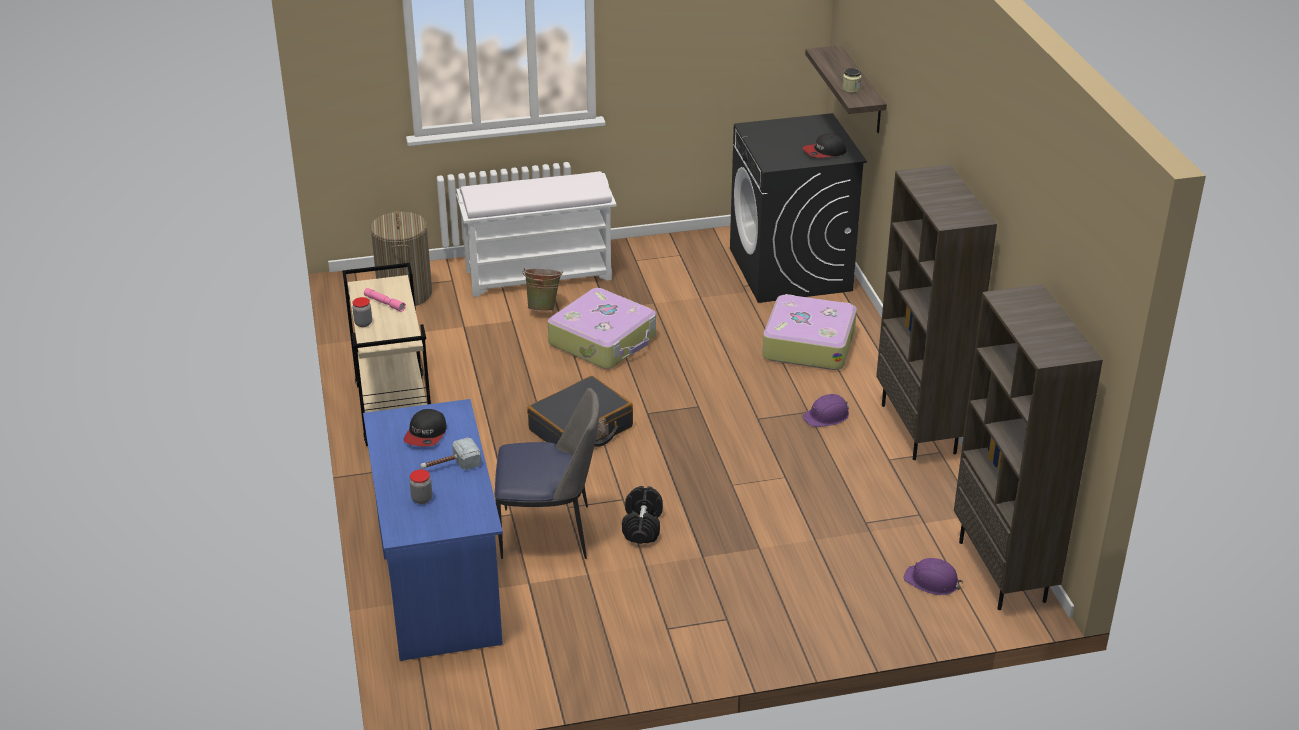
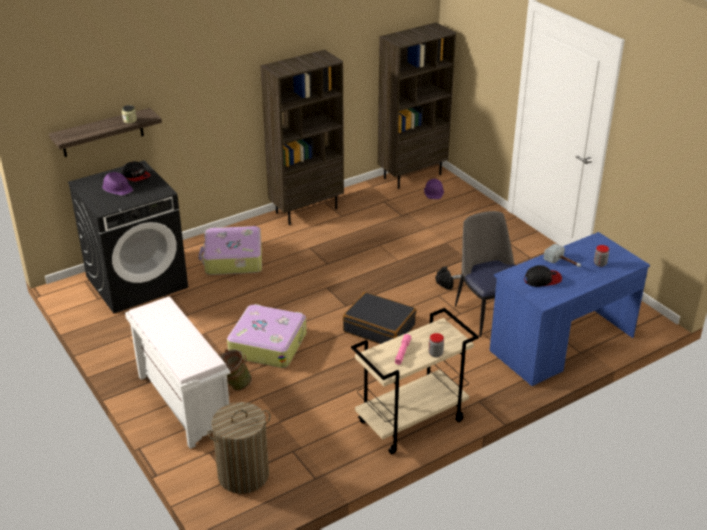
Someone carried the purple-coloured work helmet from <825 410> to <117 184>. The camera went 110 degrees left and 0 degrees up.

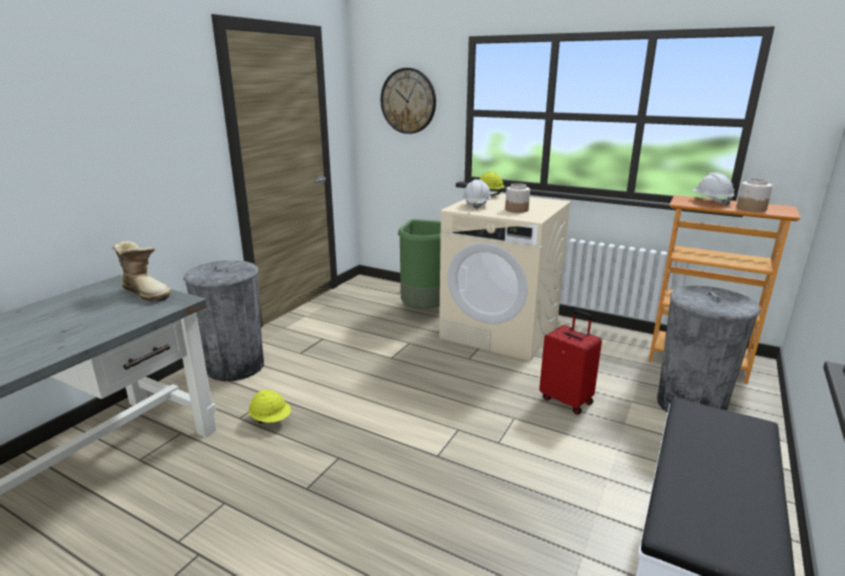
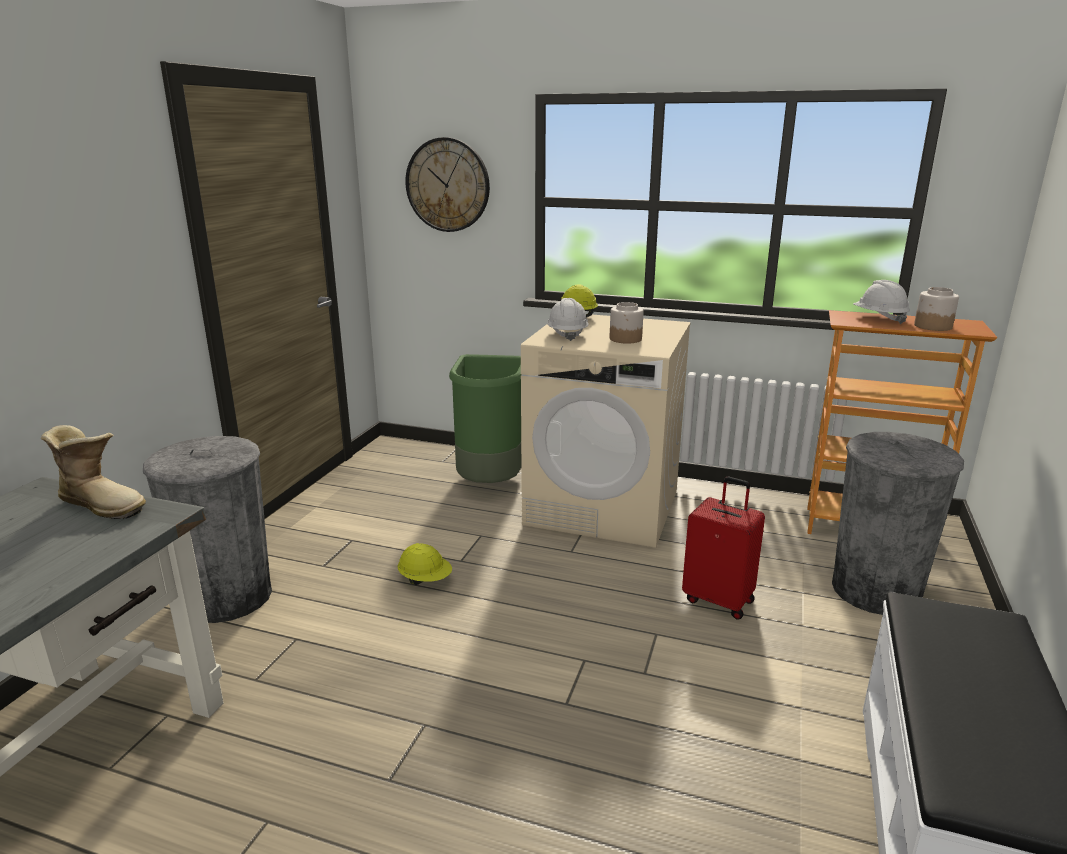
Someone carried the yellowish work helmet from <270 407> to <424 564>. The camera went 10 degrees left and 0 degrees up.

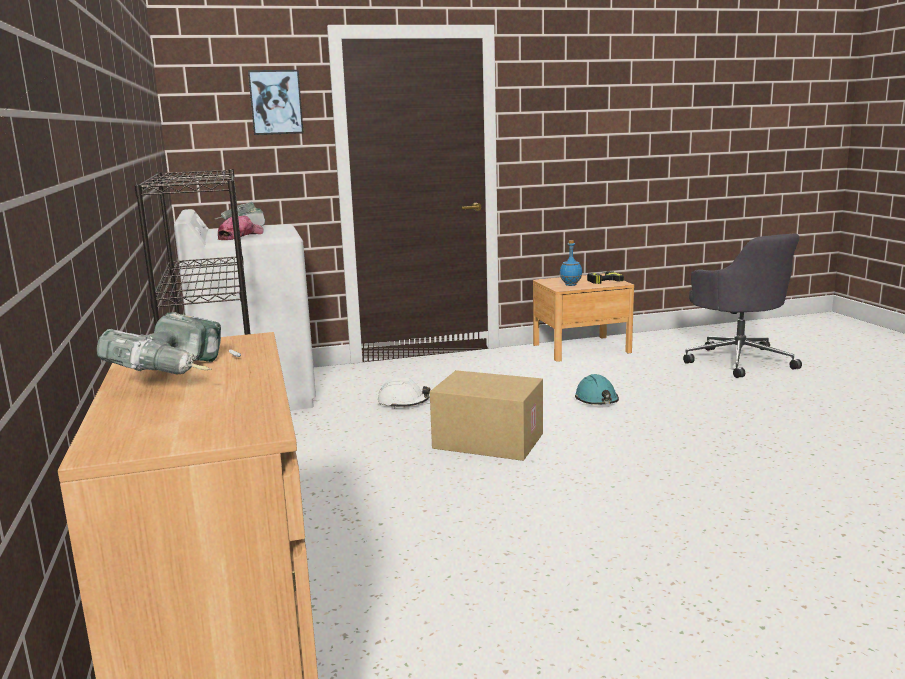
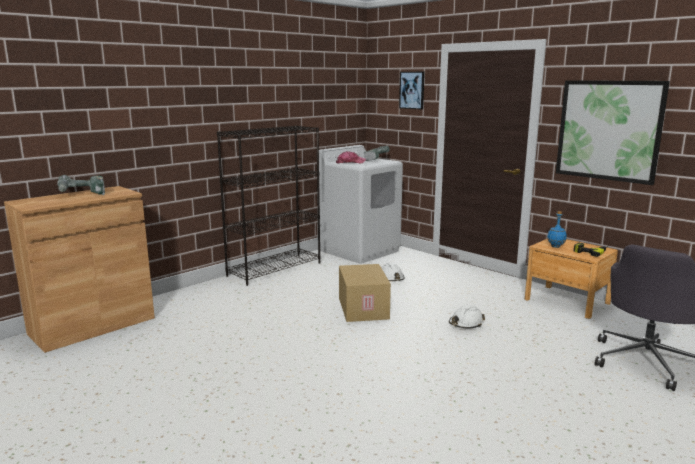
Someone repainted the turquoise work helmet at <597 389>, which became the whitish work helmet at <467 317>. Someone put up the wall art at <613 132>. The camera went 60 degrees right and 0 degrees up.

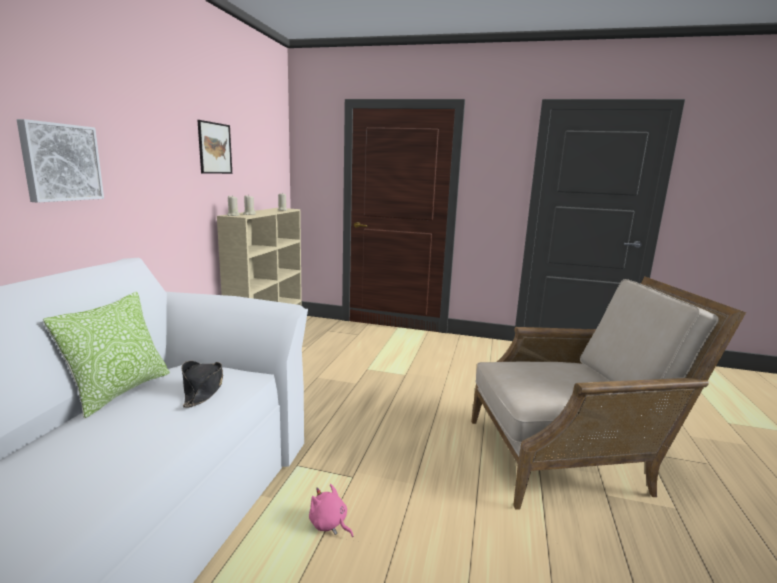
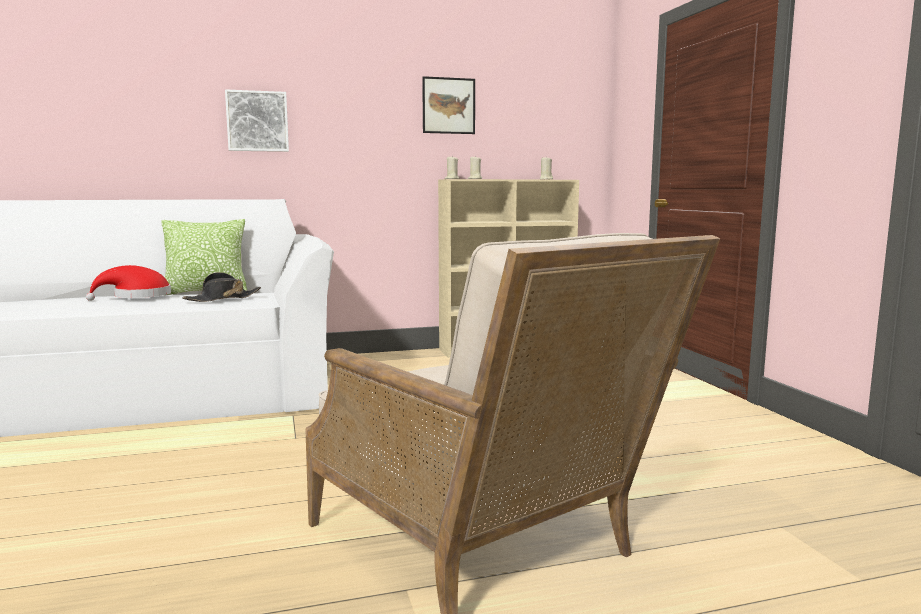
Someone took away the pink soft toy at <331 510>. Someone put down the reddish wearable hat at <128 283>. The camera went 60 degrees right and 5 degrees down.

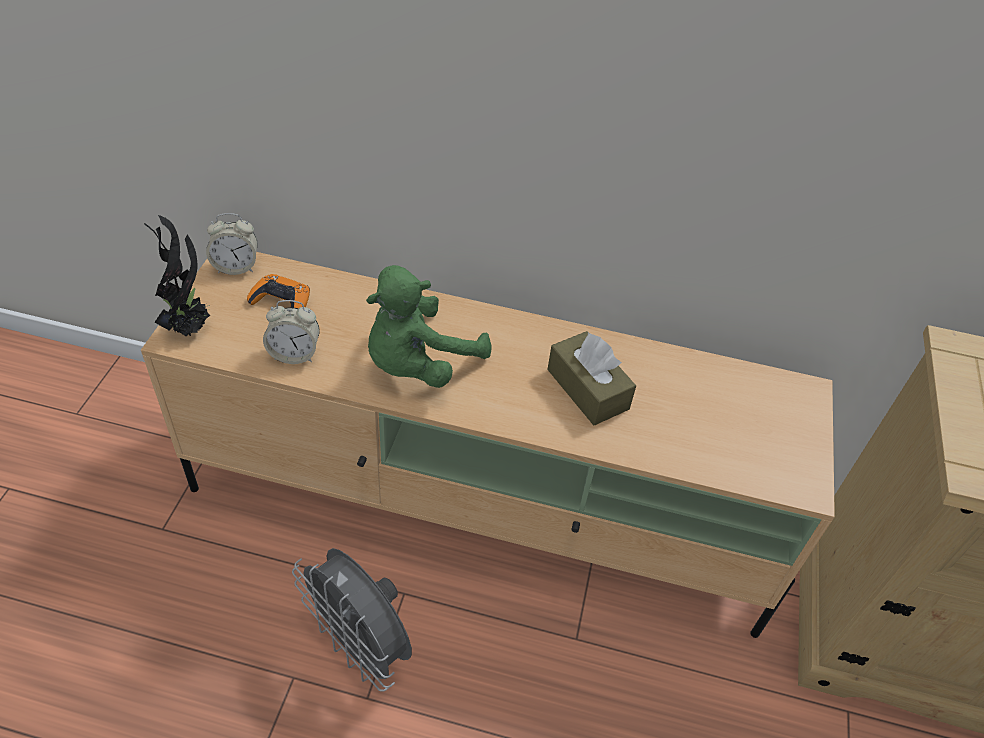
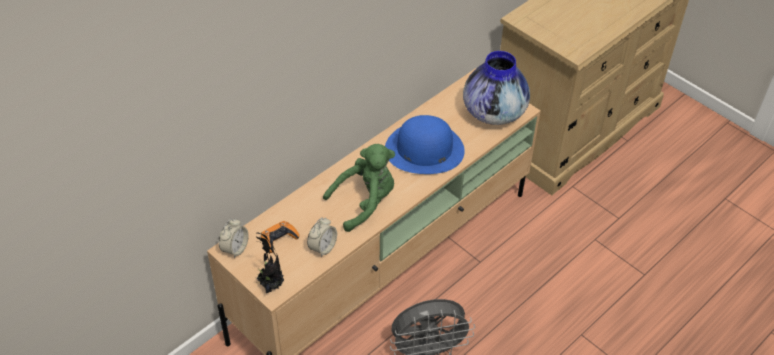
Someone rotated the green-coloured soft toy at <429 326> by 105 degrees counterclockwise. Someone swapped the brown box of tissues at <591 378> for the blue-coloured wearable hat at <425 144>. Someone put down the vase at <496 88>. The camera went 55 degrees left and 0 degrees up.

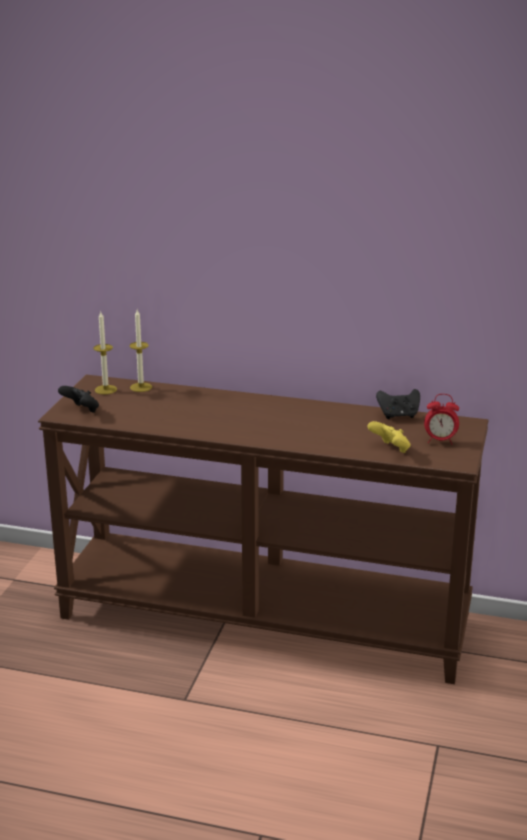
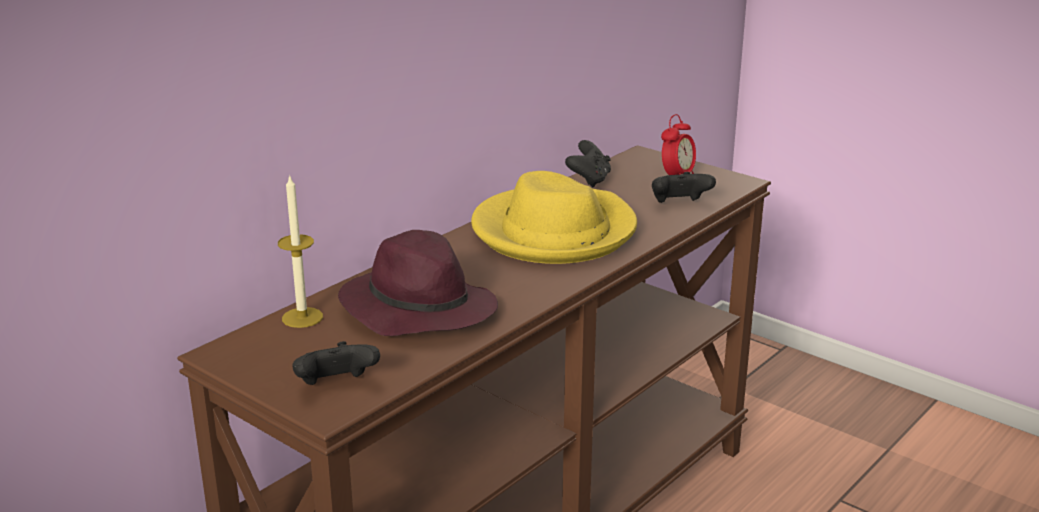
Someone took away the wax candle at <105 353>. Someone repainted the yellowish gamepad at <389 437>, which became the black-coloured gamepad at <684 187>. Someone put down the purple-coloured wearable hat at <418 283>. Someone put down the yellowish wearable hat at <554 217>. The camera went 65 degrees left and 0 degrees up.

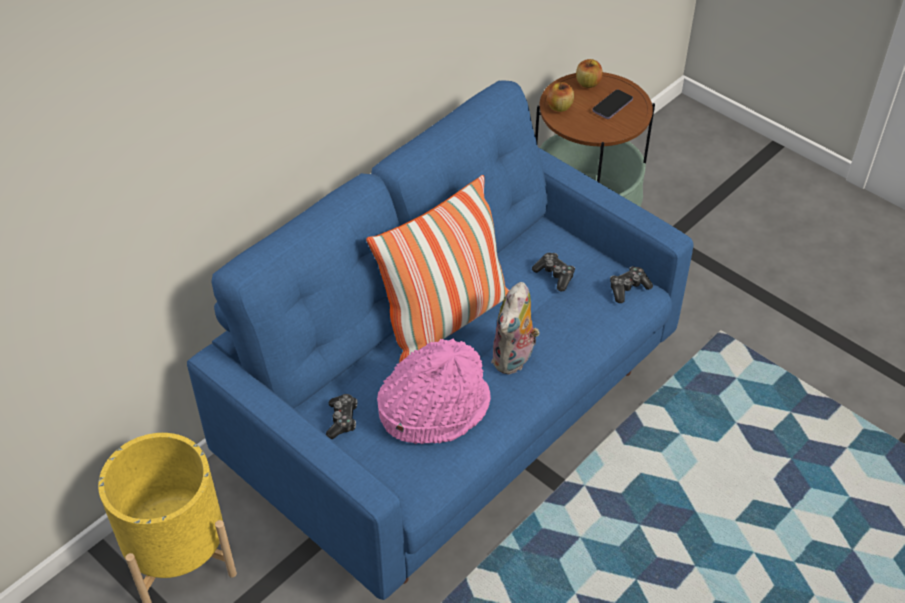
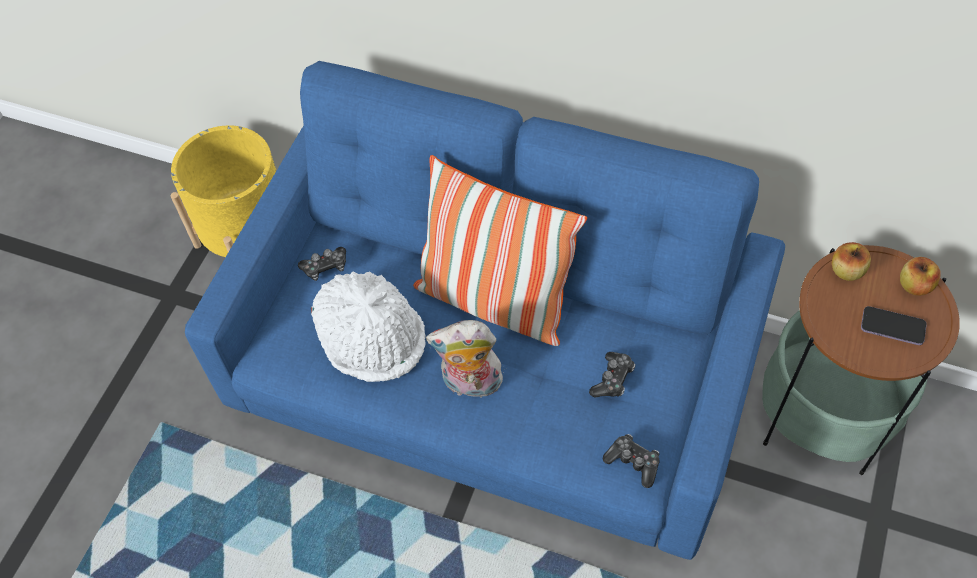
Someone repainted the pink wearable hat at <434 391>, which became the whitish wearable hat at <368 326>. The camera went 70 degrees right and 10 degrees up.

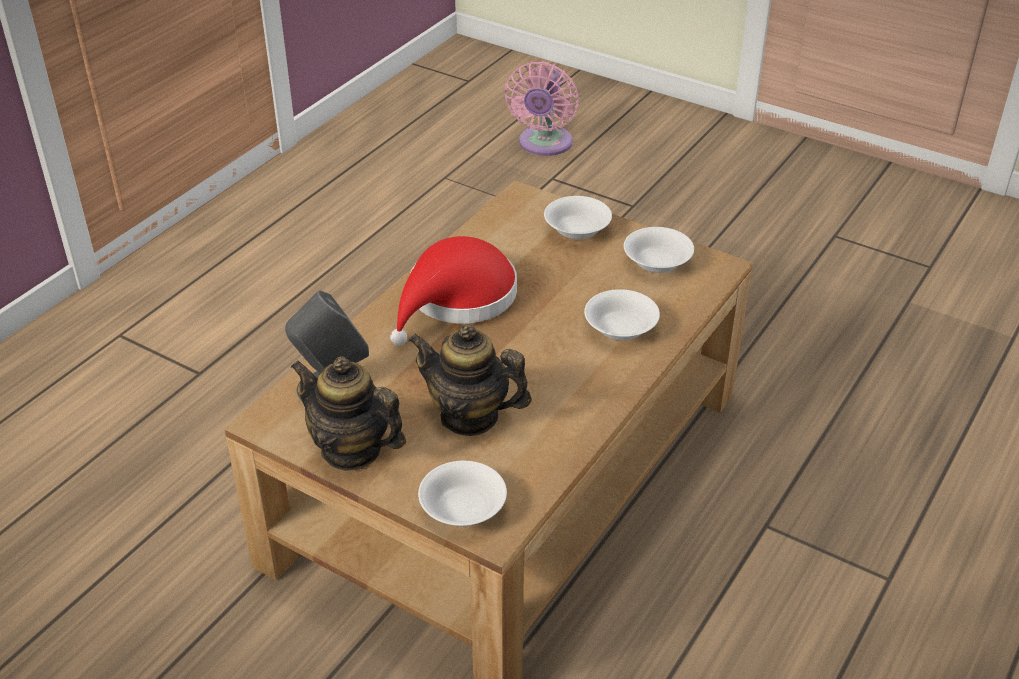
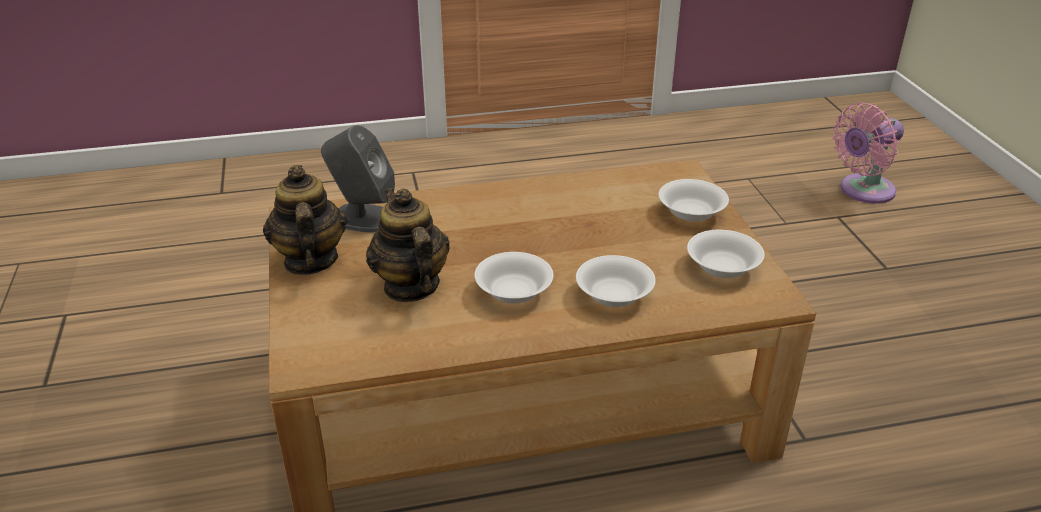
Someone took away the reddish wearable hat at <453 291>. Someone carried the whitish serving bowl from <462 493> to <514 278>. The camera went 45 degrees right and 5 degrees down.

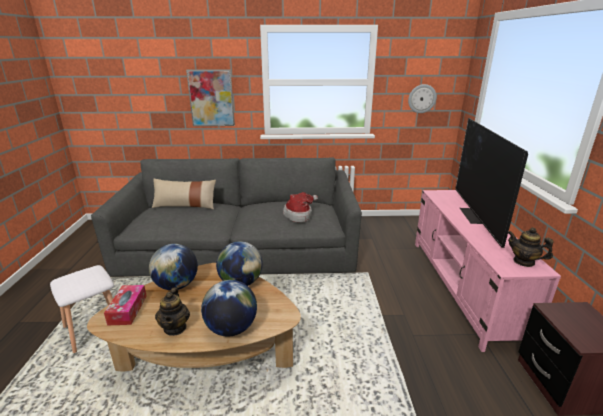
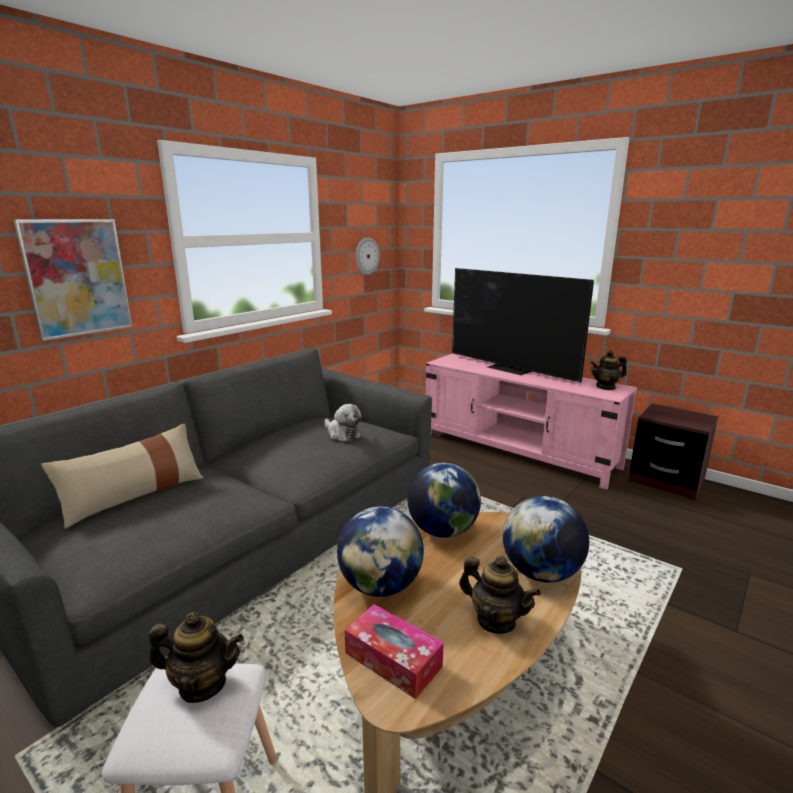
Someone swapped the wearable hat at <300 207> for the soft toy at <343 422>. Someone put down the pot for tea at <196 657>. The camera went 50 degrees left and 5 degrees down.

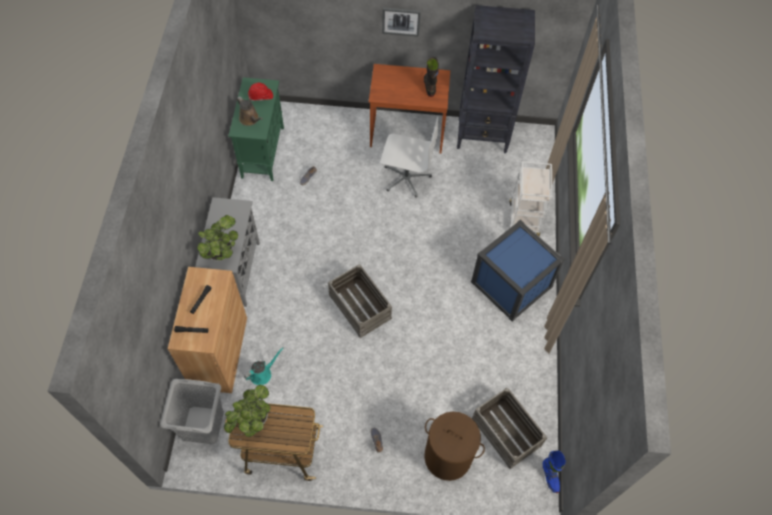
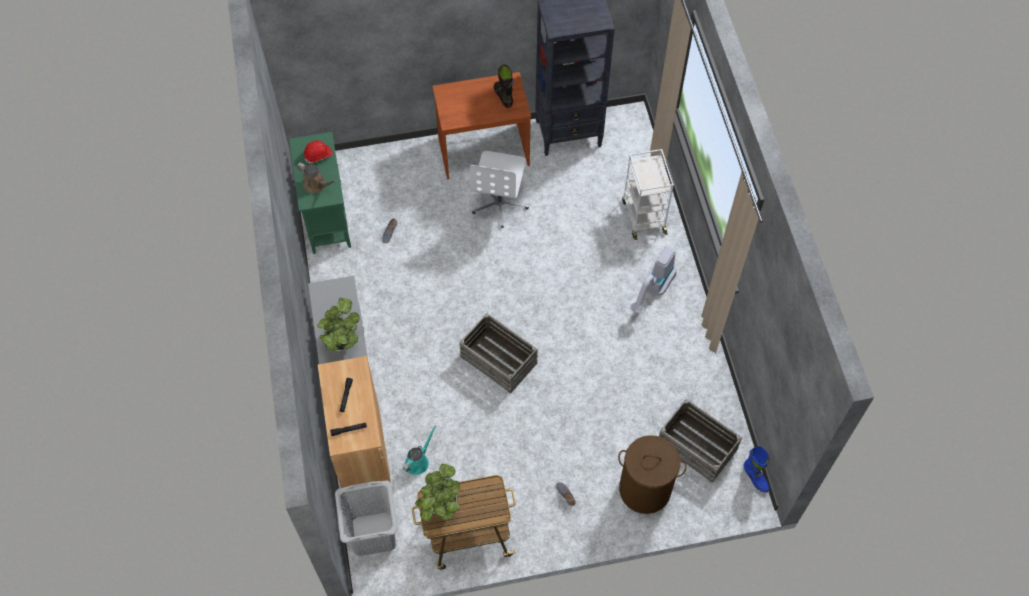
Someone rotated the whitish computer chair at <409 156> by 105 degrees clockwise. Someone took away the wall art at <401 22>. Someone swapped the blue-coloured storage box at <518 270> for the hoover at <653 279>. The camera went 15 degrees left and 0 degrees up.

